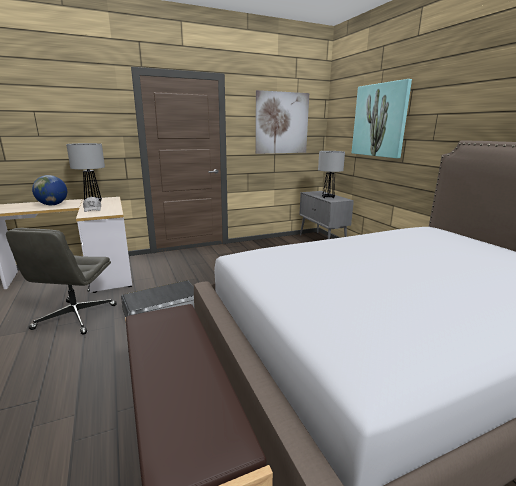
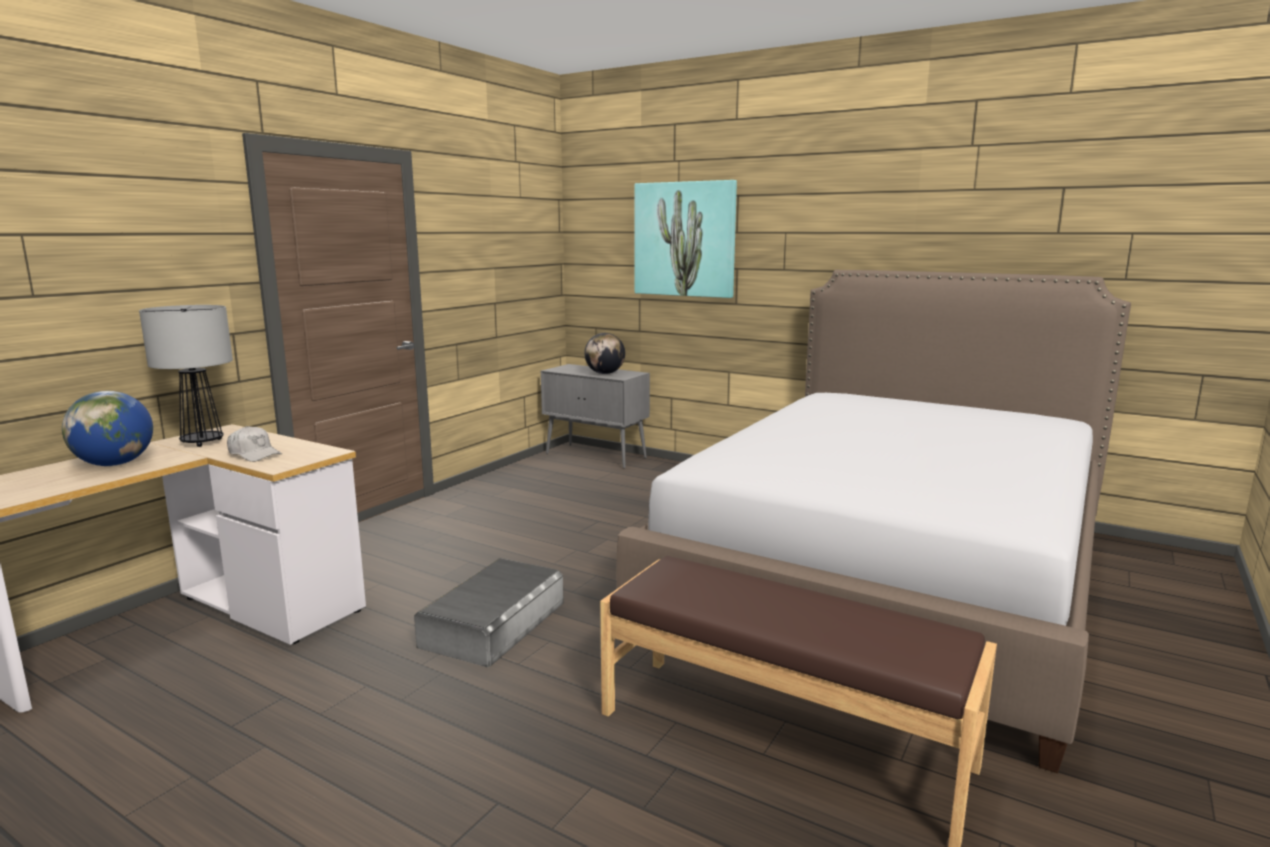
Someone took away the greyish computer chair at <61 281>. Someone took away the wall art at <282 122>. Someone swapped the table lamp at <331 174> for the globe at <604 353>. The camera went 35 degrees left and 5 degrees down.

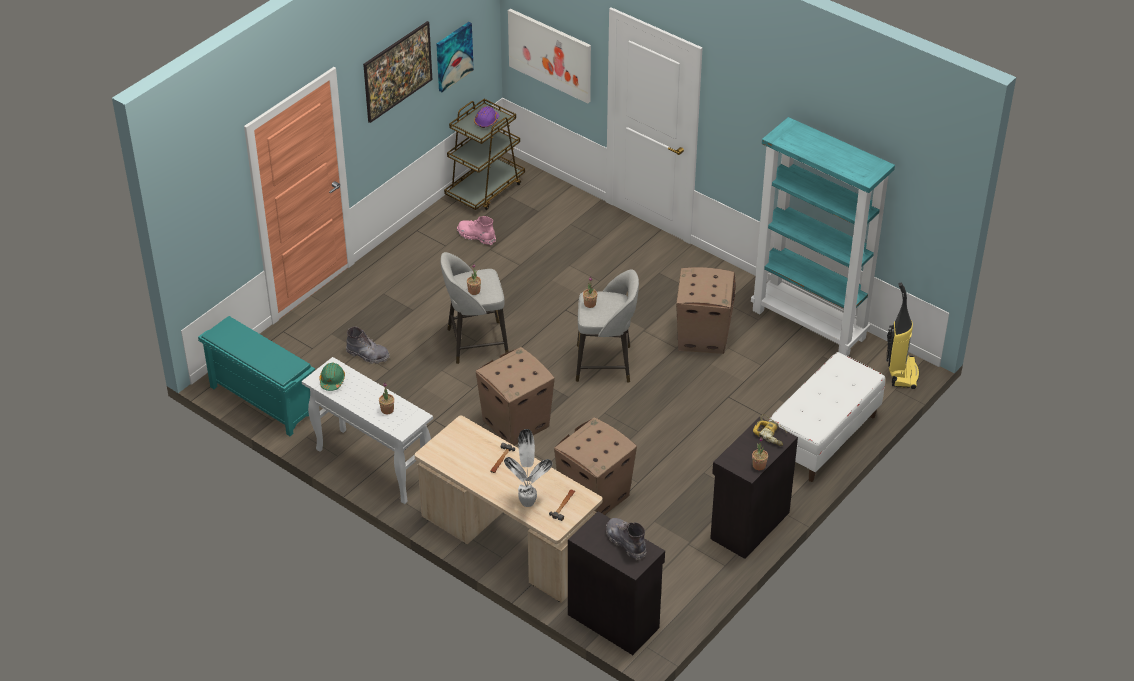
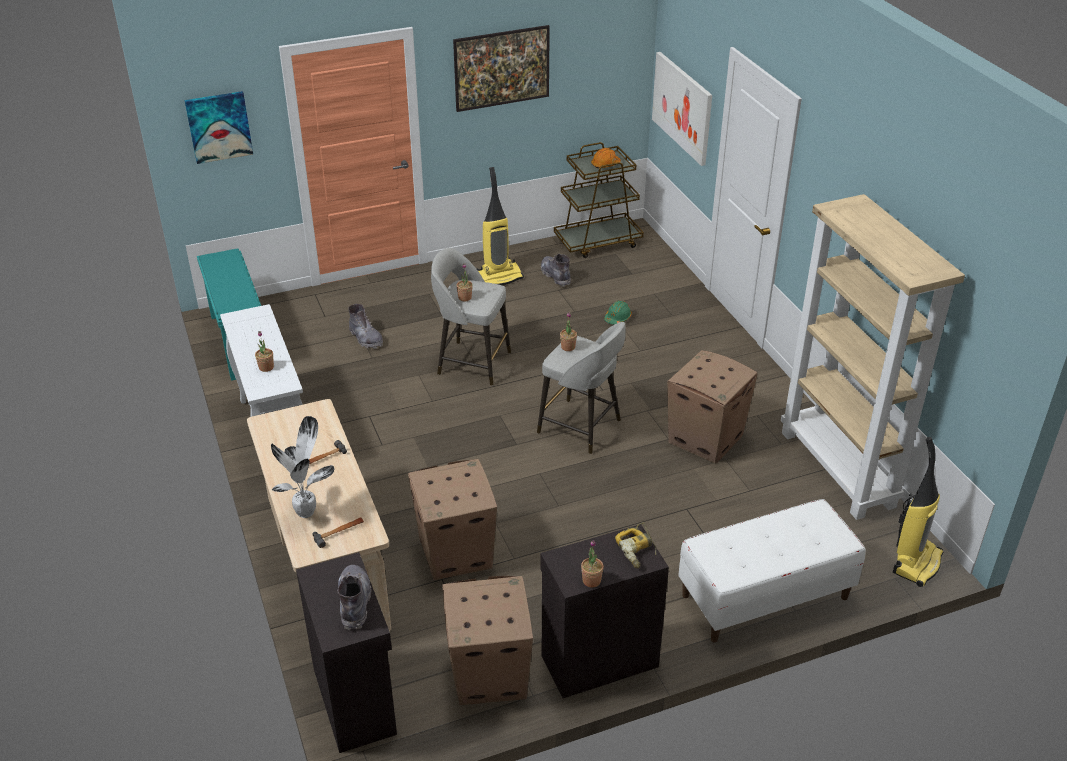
Someone carried the green-coloured work helmet from <332 376> to <618 313>. Someone carried the wall art from <455 57> to <218 127>. Someone repainted the pink high-top boot at <476 231>, which became the greyish high-top boot at <556 270>. Someone repainted the purple-coloured work helmet at <486 117>, which became the orange-coloured work helmet at <606 158>. Someone carried the carton from <515 396> to <487 640>. Someone repainted the turquoise bookcase at <823 236>, which became the beige bookcase at <873 357>. Someone put down the hoover at <500 226>. The camera went 30 degrees right and 5 degrees down.

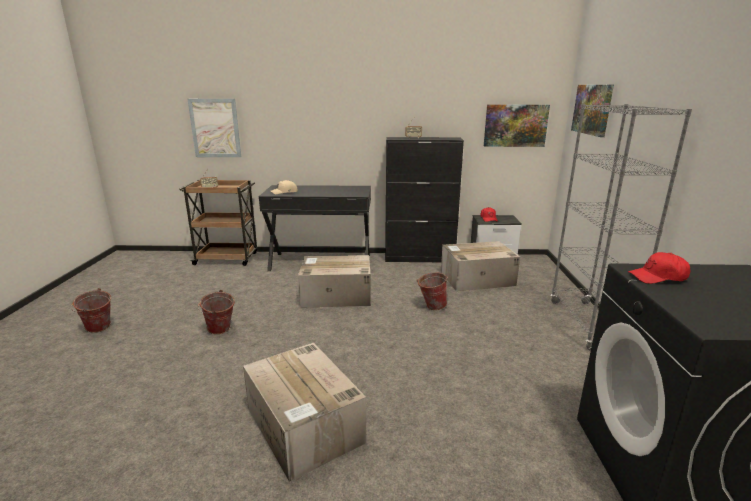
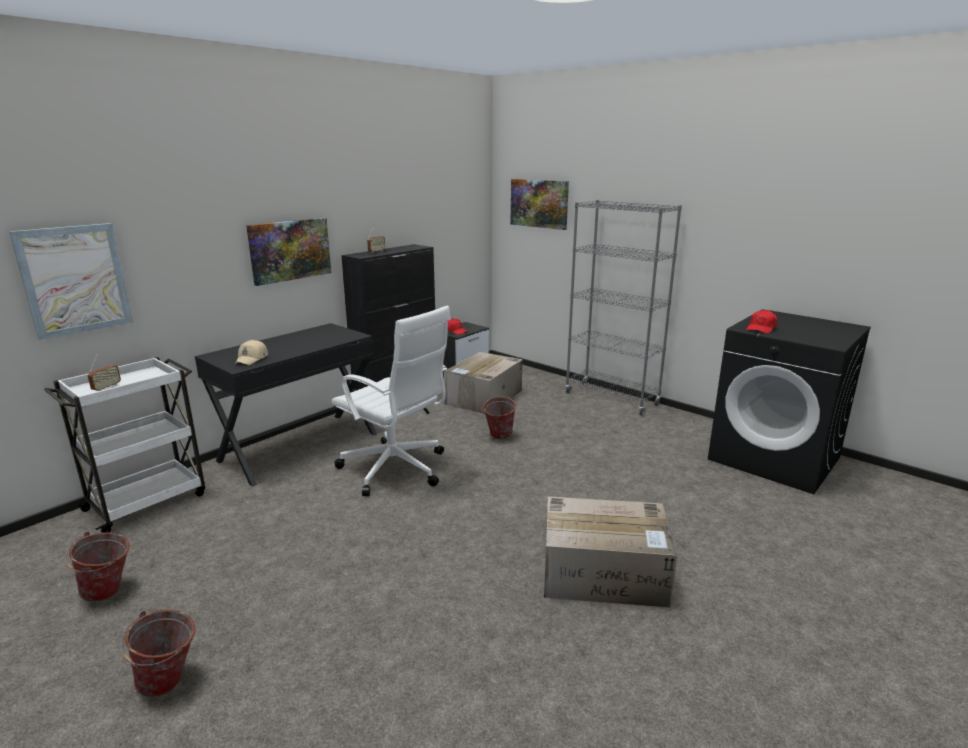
Someone repainted the brown trolley at <218 223>, which became the whitish trolley at <124 444>. Someone carried the bucket from <216 312> to <97 567>. Someone swapped the carton at <334 281> for the whitish computer chair at <391 401>. Someone carried the wall art from <517 126> to <288 252>. The camera went 50 degrees left and 0 degrees up.

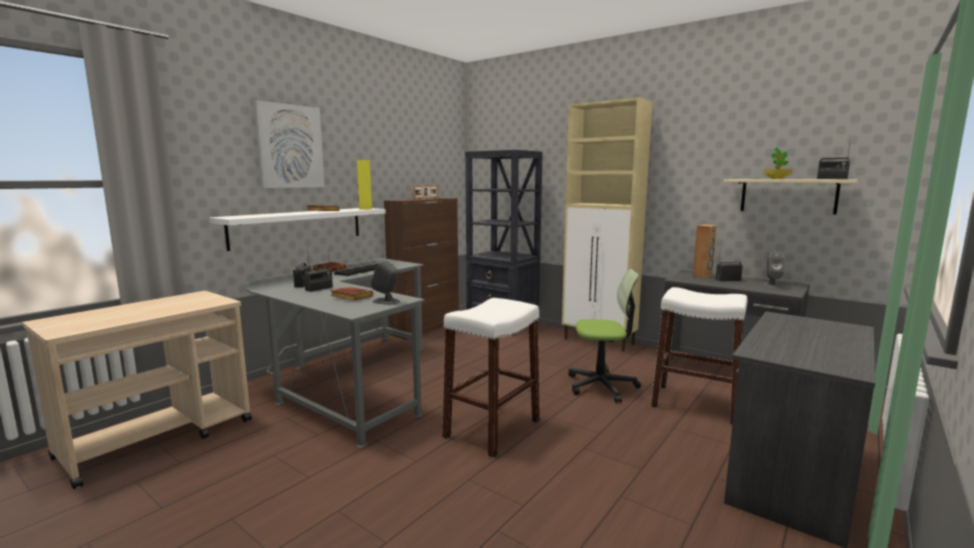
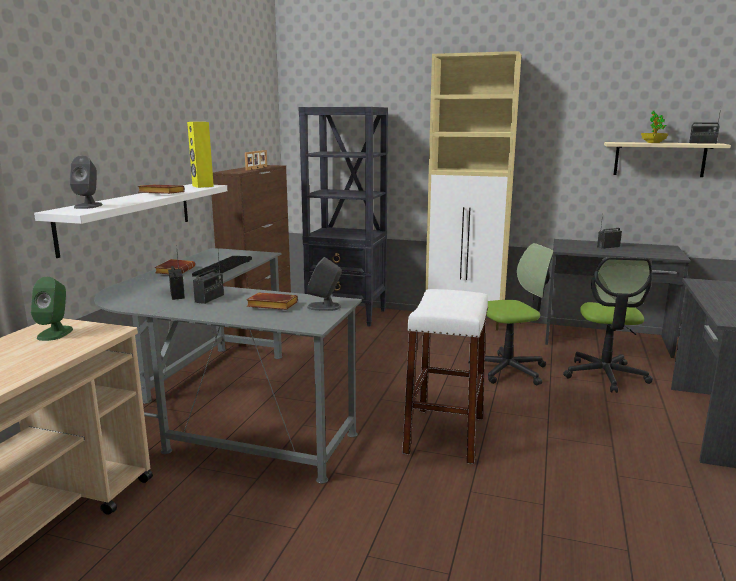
Someone took away the wall art at <289 144>. Someone swapped the whitish stool at <699 356> for the computer chair at <608 325>. Someone took away the brown loudspeaker at <705 252>. Someone carried the greyish loudspeaker from <773 270> to <86 182>. Someone put down the green-coloured loudspeaker at <52 309>. The camera went 20 degrees left and 5 degrees up.

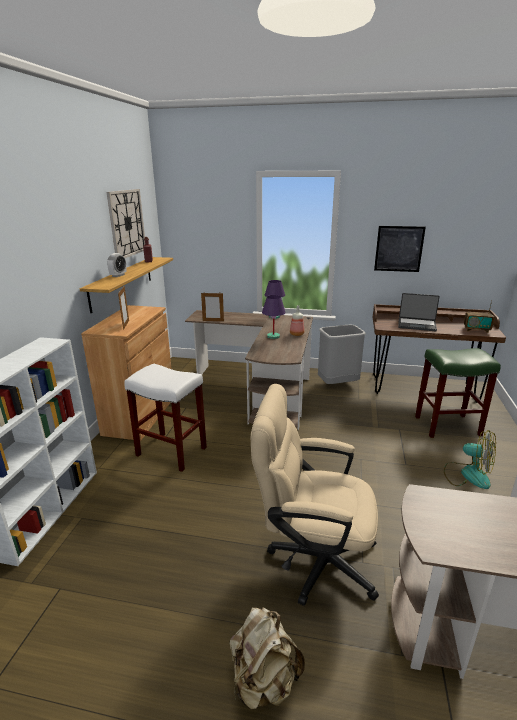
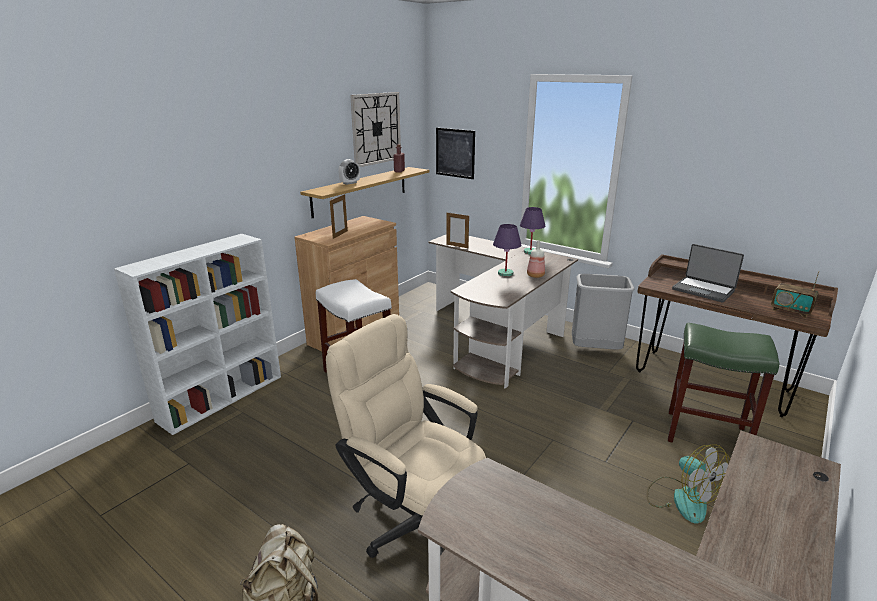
Someone carried the wall art from <400 249> to <455 153>. The camera went 25 degrees right and 0 degrees up.

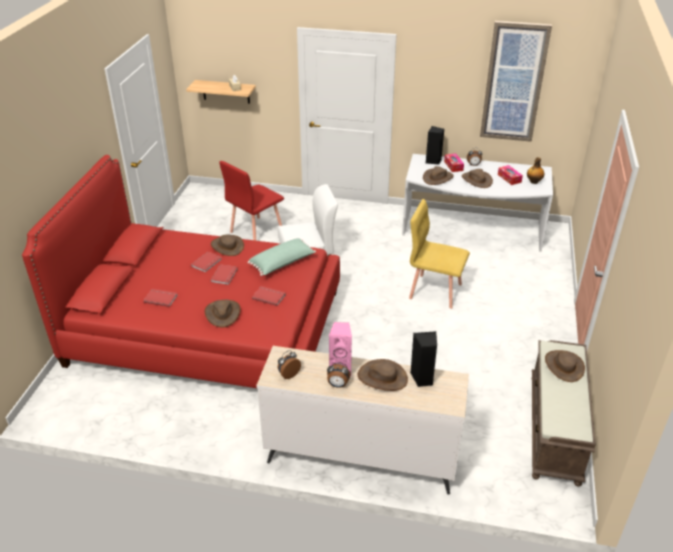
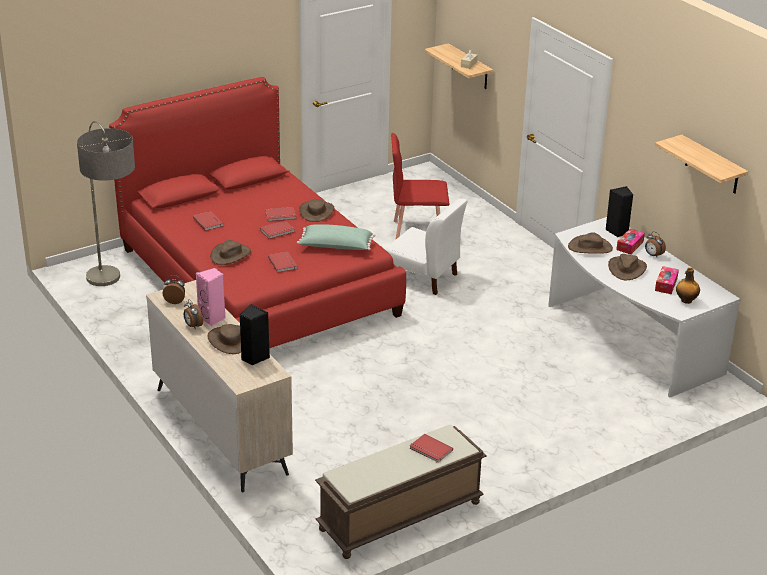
Someone took away the yellowish plain chair at <439 254>. Someone swapped the wall art at <516 81> for the shelf at <701 164>. Someone swapped the brown wearable hat at <565 366> for the reddish volume at <431 448>. Someone put down the floor lamp at <106 203>. The camera went 45 degrees right and 5 degrees down.

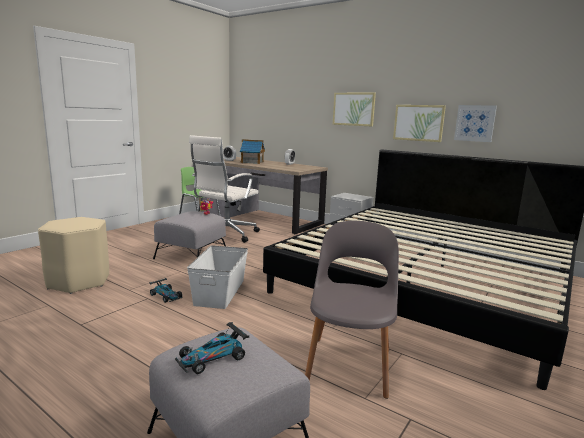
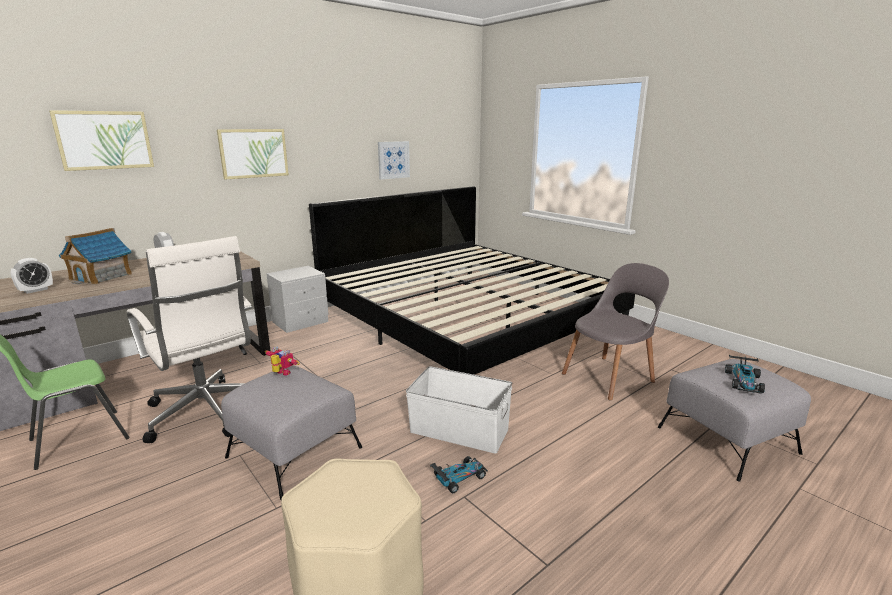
Someone rotated the miniature car at <212 348> by 45 degrees clockwise. Someone rotated the greyish plain chair at <352 310> by 120 degrees clockwise. Someone carried the wall art from <419 123> to <101 140>. The camera went 75 degrees left and 5 degrees up.

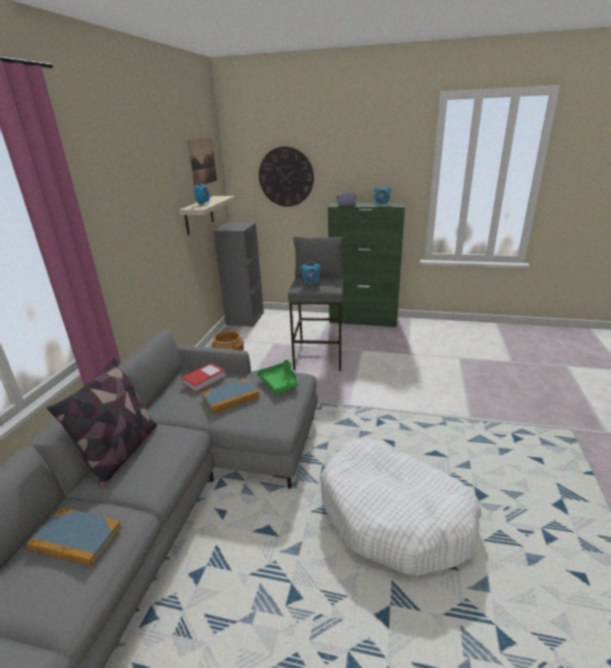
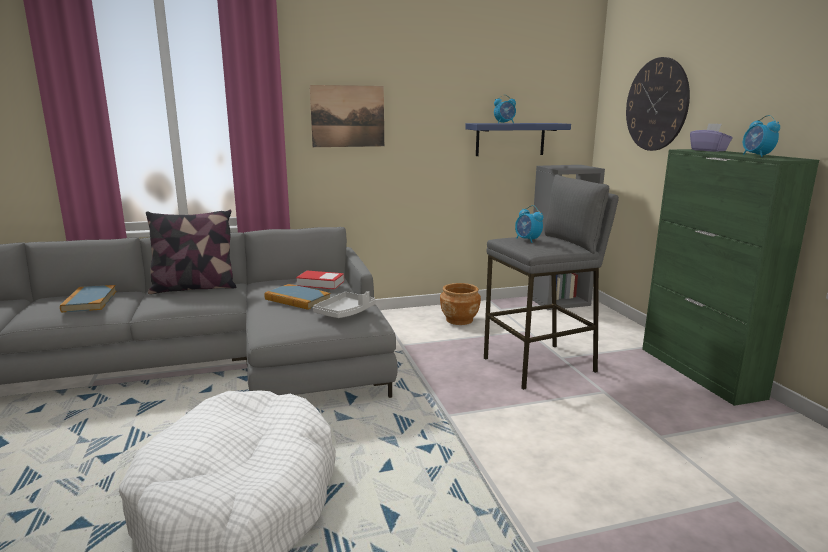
Someone repainted the beige shelf at <207 215>, which became the blue-coloured shelf at <518 139>. Someone carried the wall art from <202 162> to <347 116>. Someone repainted the green-coloured carrying tray at <277 377>, which became the greyish carrying tray at <344 304>. The camera went 60 degrees right and 10 degrees down.

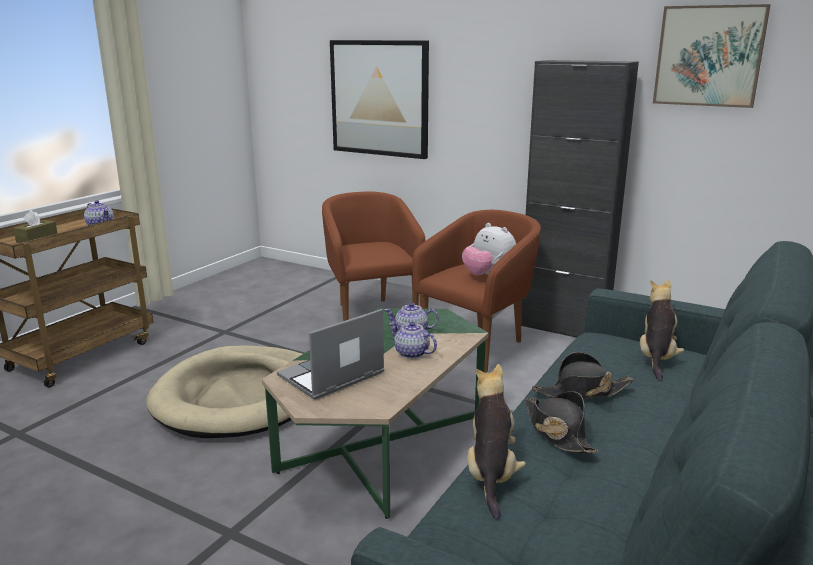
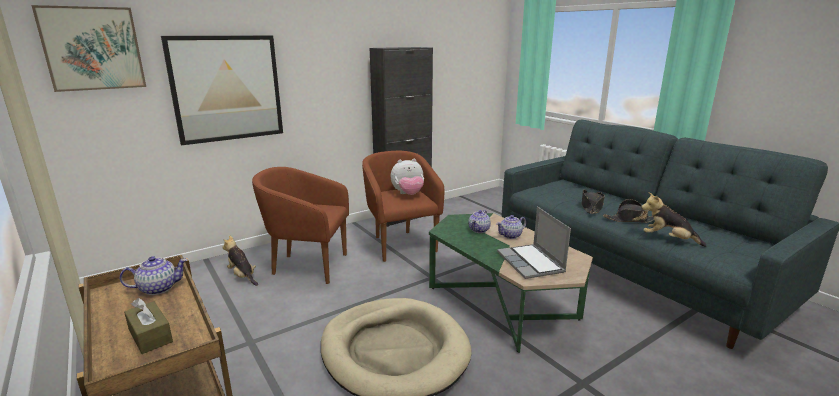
Someone carried the soft toy from <662 330> to <240 260>. Someone carried the wall art from <712 56> to <88 48>. The camera went 65 degrees left and 0 degrees up.

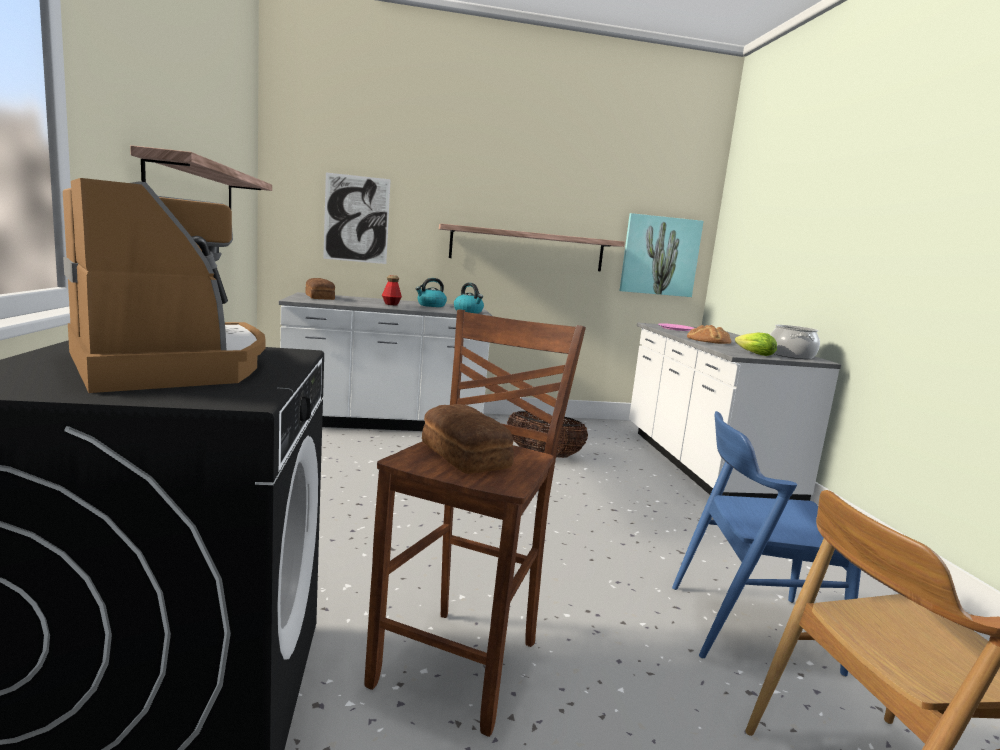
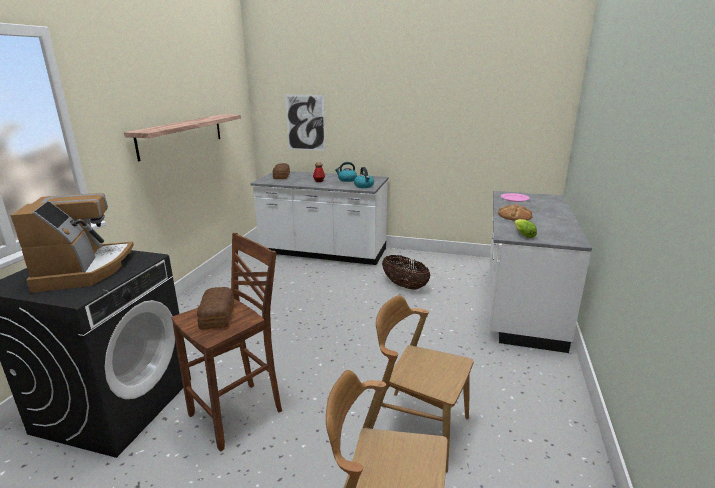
Someone took away the shelf at <532 247>. Someone took away the wall art at <662 255>. Someone repainted the blue-coloured plain chair at <766 544>, which became the brown plain chair at <422 384>. Someone took away the cooking pot at <795 342>. The camera went 25 degrees right and 10 degrees up.

